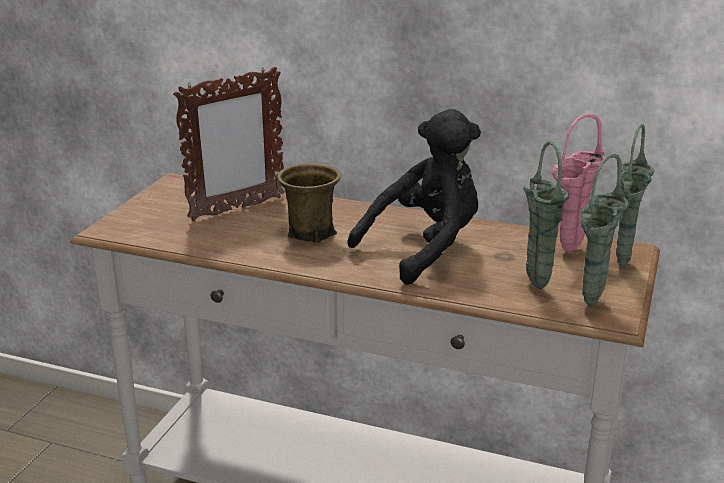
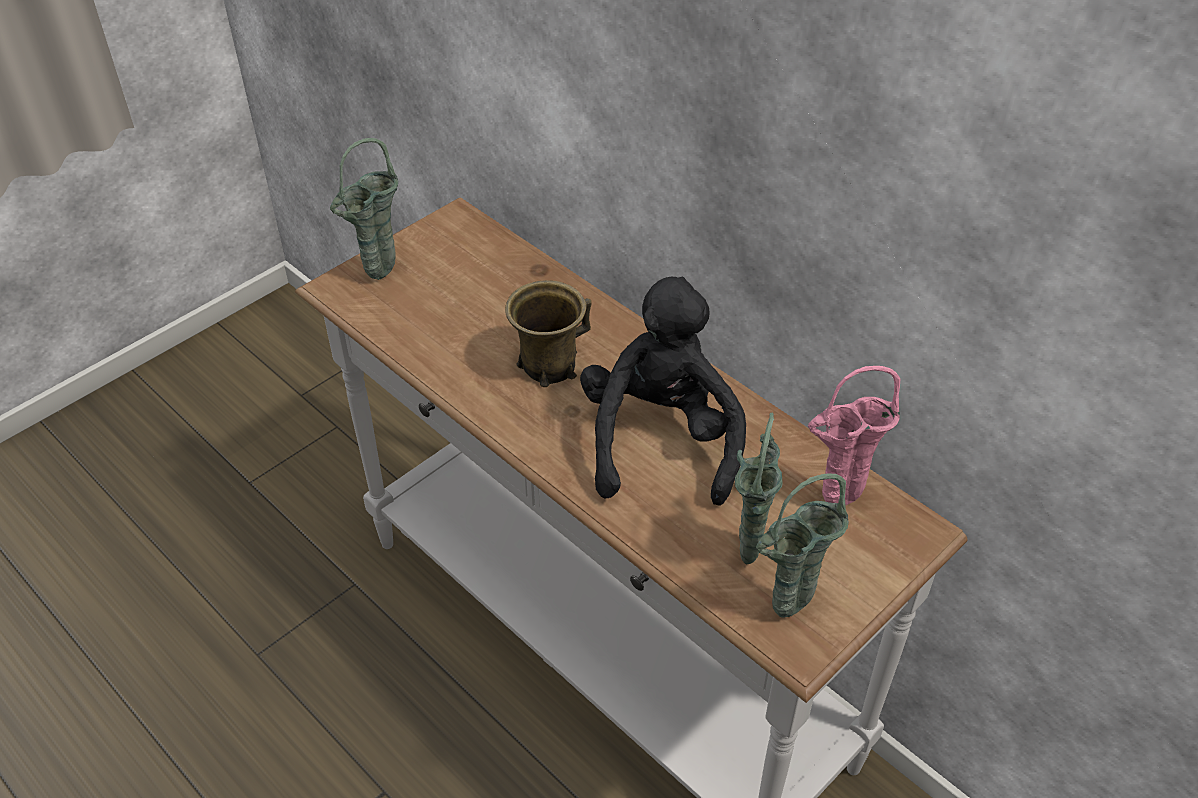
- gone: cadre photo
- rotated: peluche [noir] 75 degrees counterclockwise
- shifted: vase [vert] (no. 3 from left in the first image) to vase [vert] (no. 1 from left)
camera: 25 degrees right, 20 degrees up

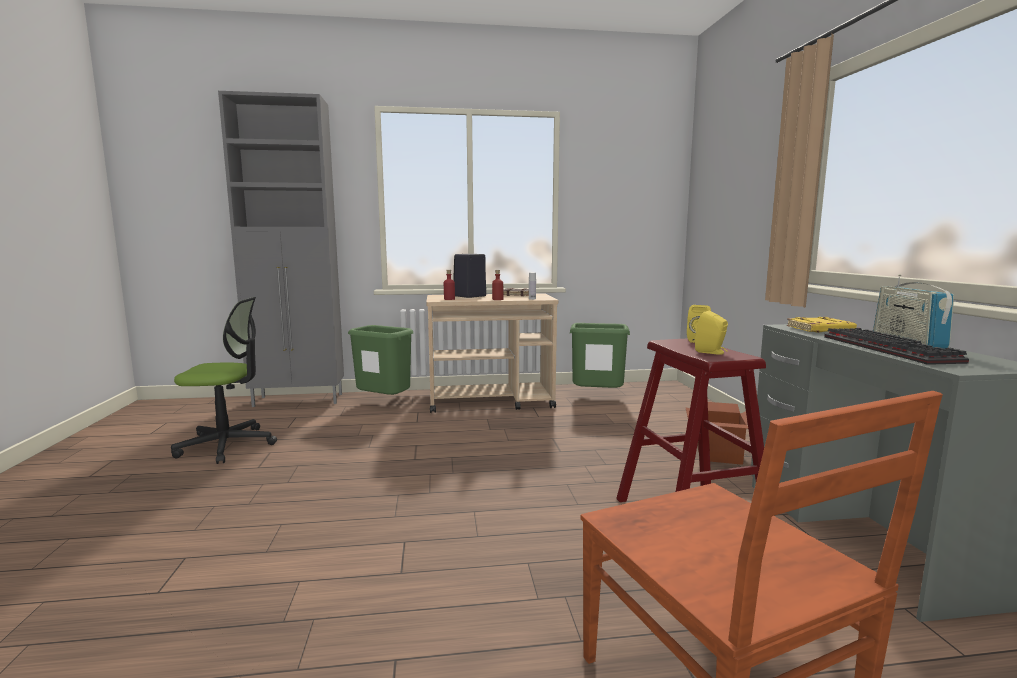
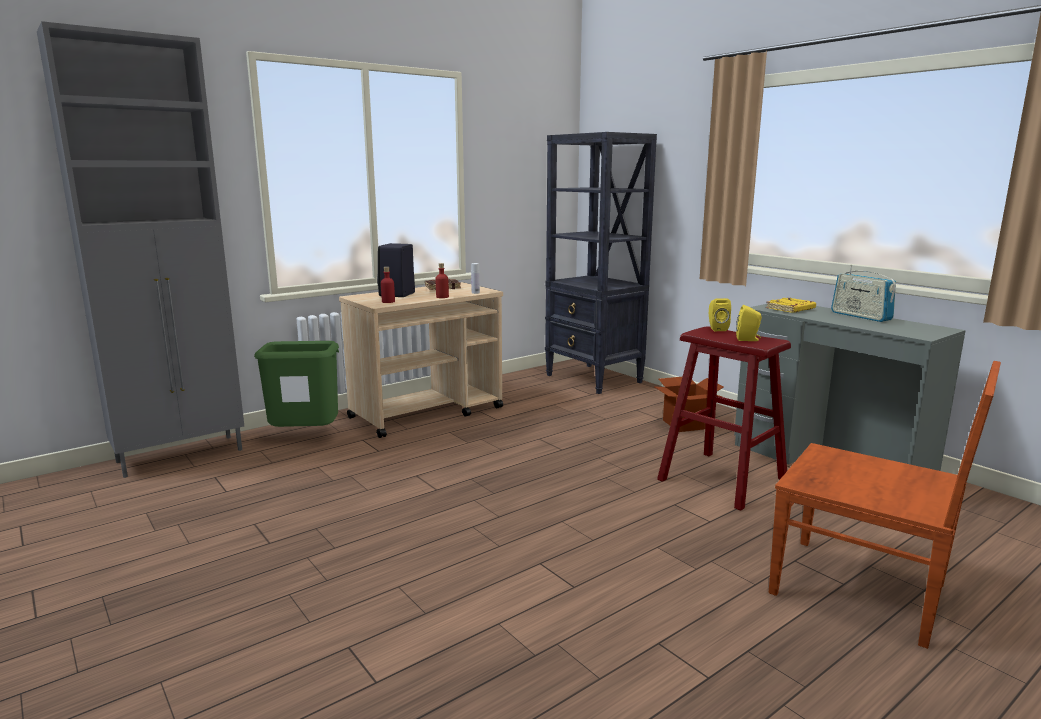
- gone: chaise de bureau
- gone: poubelle [vert] (no. 2 from left)
- gone: clavier
- new: bibliothèque [noir]
camera: 30 degrees left, 5 degrees up

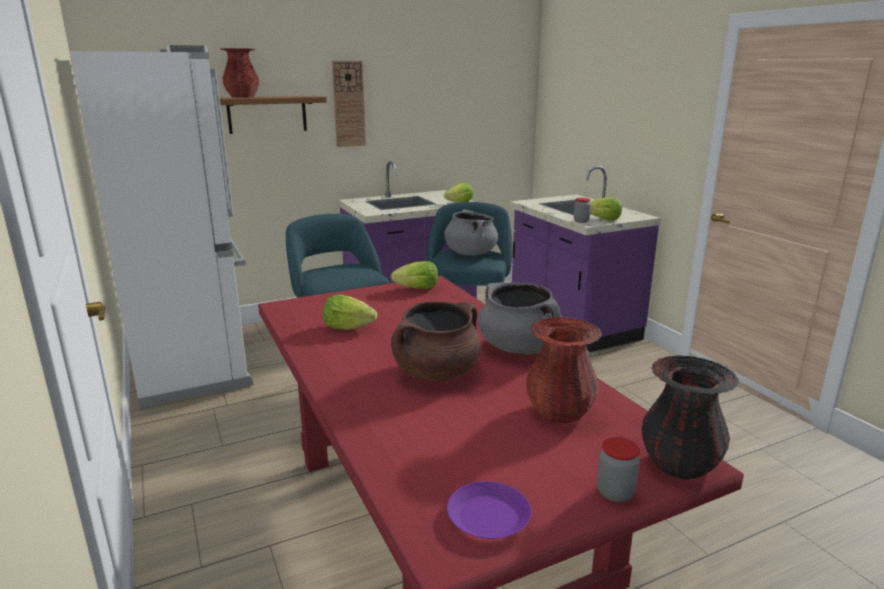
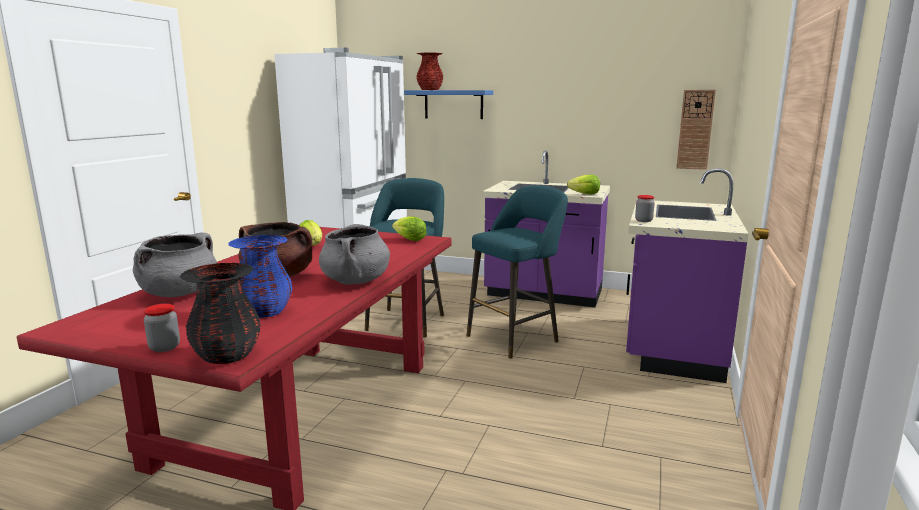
- shifted: horloge murale
- repainted: étagère [marron] to étagère [bleu]
- gone: laitue (no. 4 from left)
- shifted: marmite [gris] (no. 1 from left)
- repainted: vase [rouge] (no. 2 from left) to vase [bleu]
- gone: assiette [violet]
camera: 45 degrees right, 5 degrees down

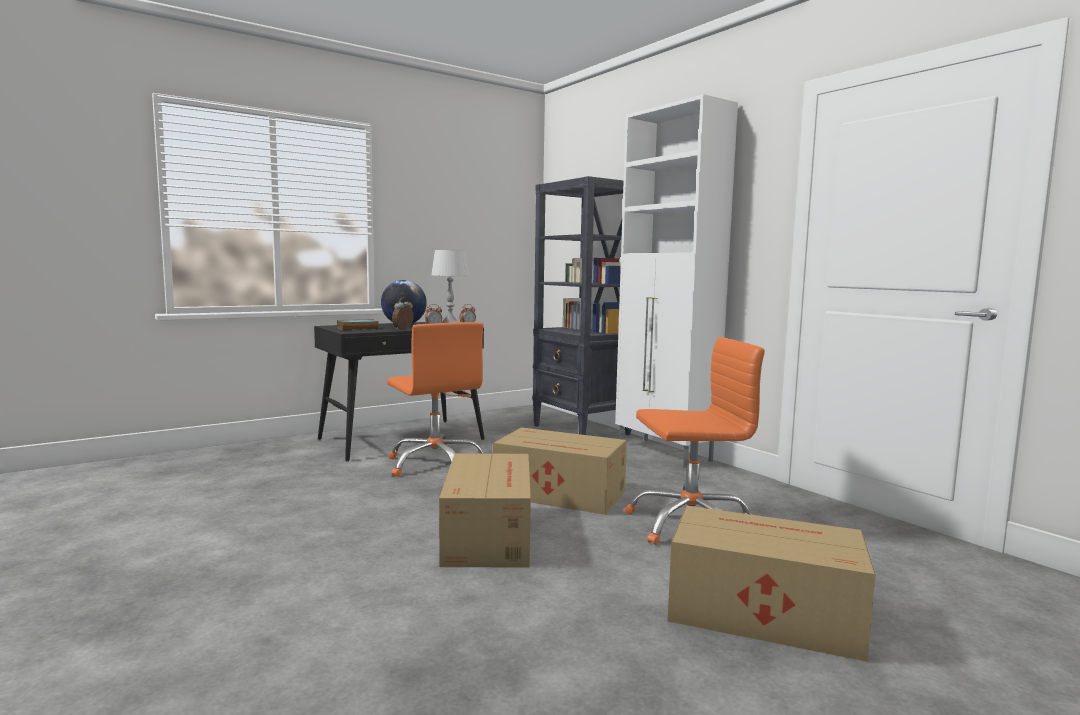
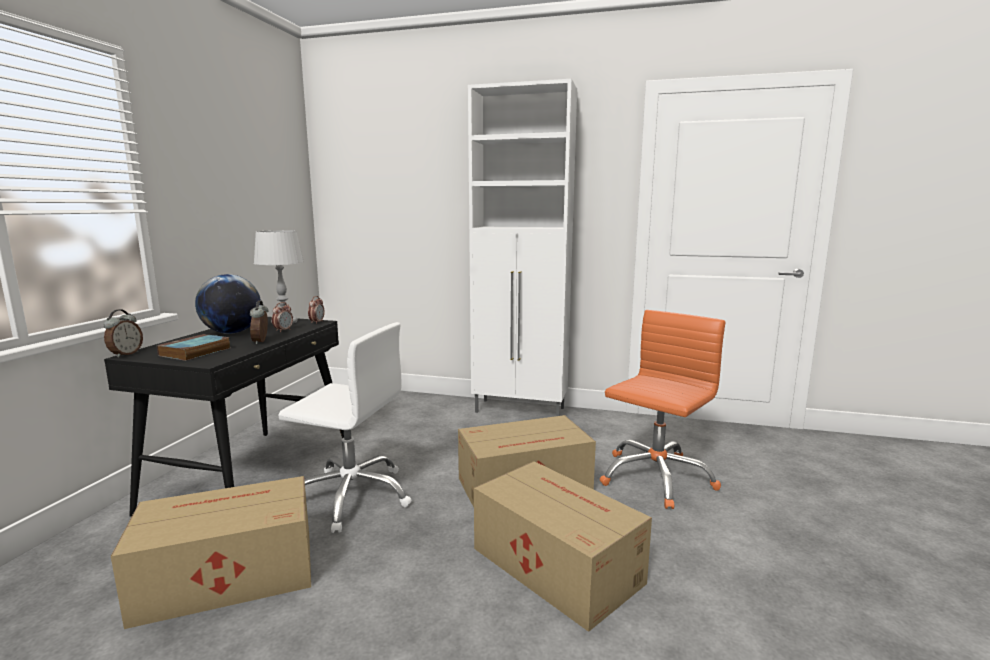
- gone: bibliothèque [noir]
- repainted: chaise de bureau [orange] (no. 1 from left) to chaise de bureau [blanc]
- shifted: carton (no. 3 from left in the first image) to carton (no. 1 from left)
- new: réveil (no. 1 from left)
camera: 40 degrees left, 5 degrees up

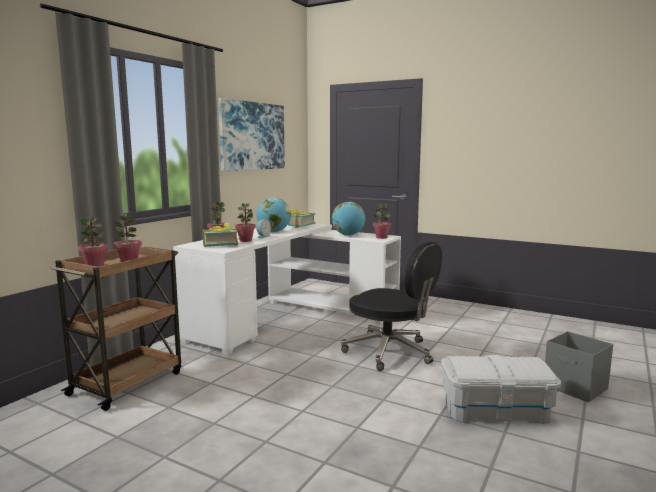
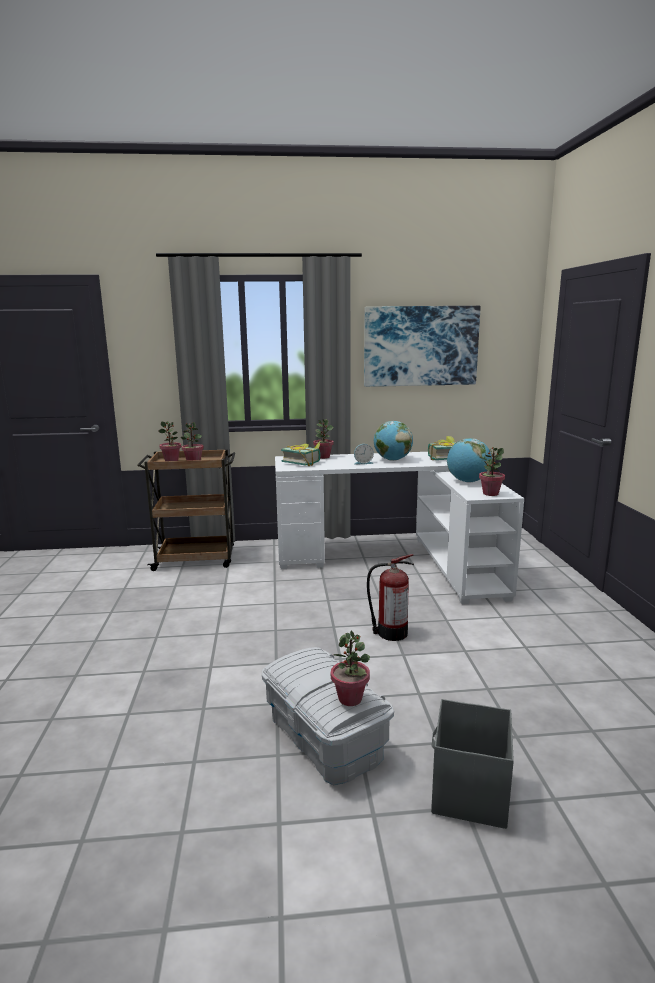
- shifted: plante en pot (no. 4 from left)
- swapped: chaise de bureau [noir] to extincteur
camera: 55 degrees right, 5 degrees up

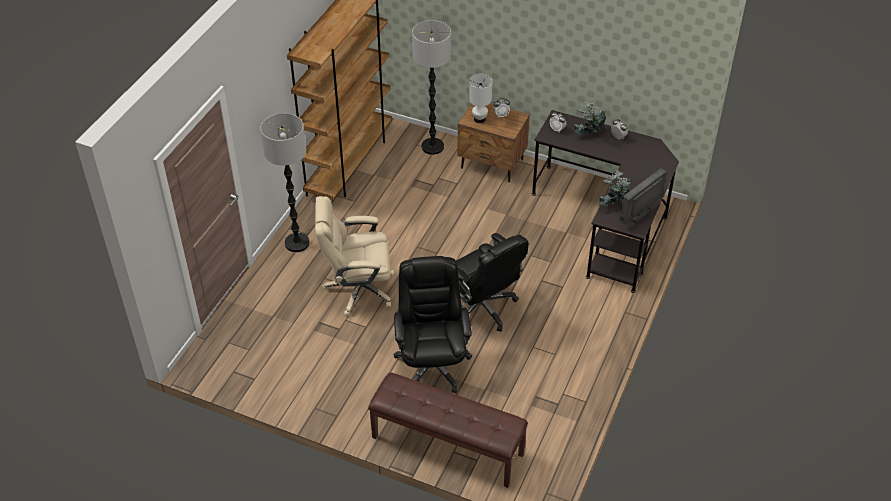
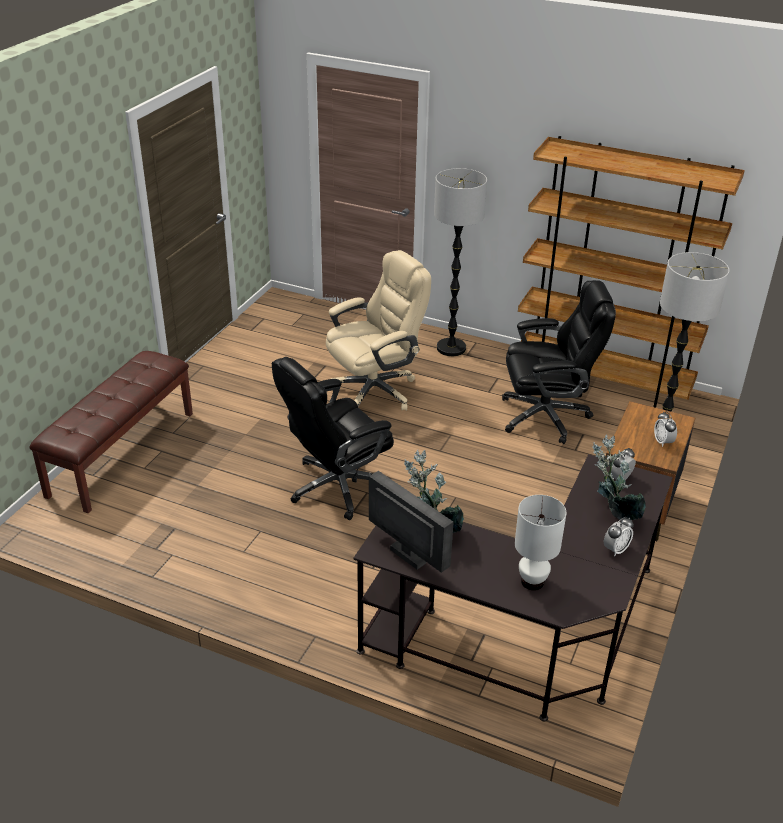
- shifted: lampe de table [blanc]
- rotated: chaise de bureau [beige] 60 degrees clockwise
- shifted: chaise de bureau [noir] (no. 1 from left in the first image) to chaise de bureau [noir] (no. 2 from left)
camera: 90 degrees right, 10 degrees down

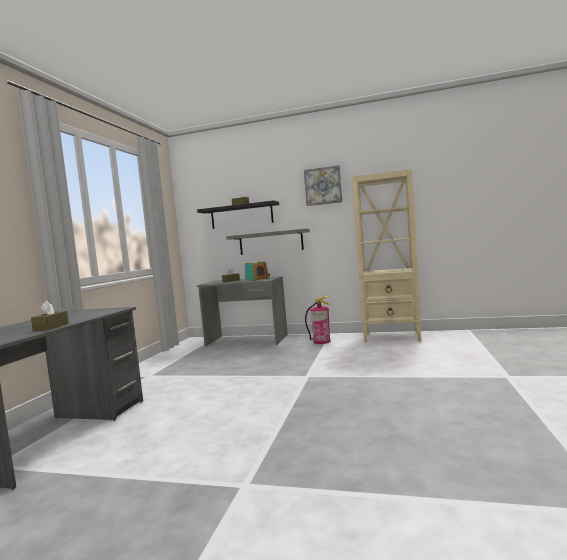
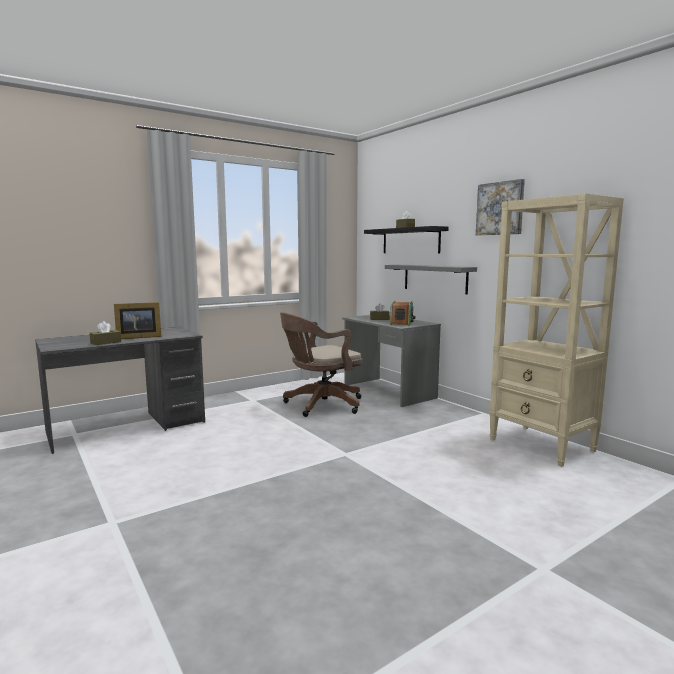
- gone: extincteur
- new: cadre photo
- new: chaise de bureau [marron]
camera: 40 degrees right, 5 degrees up

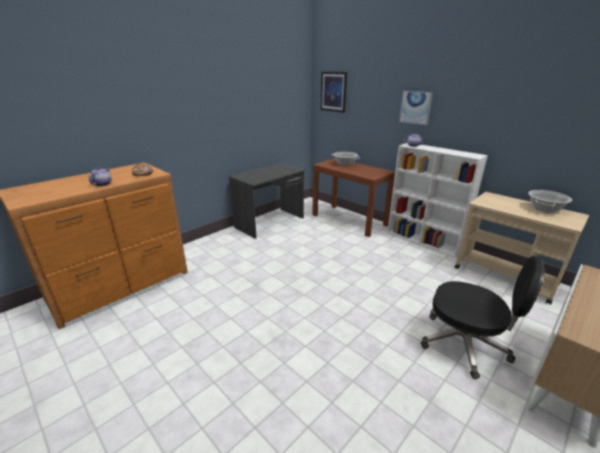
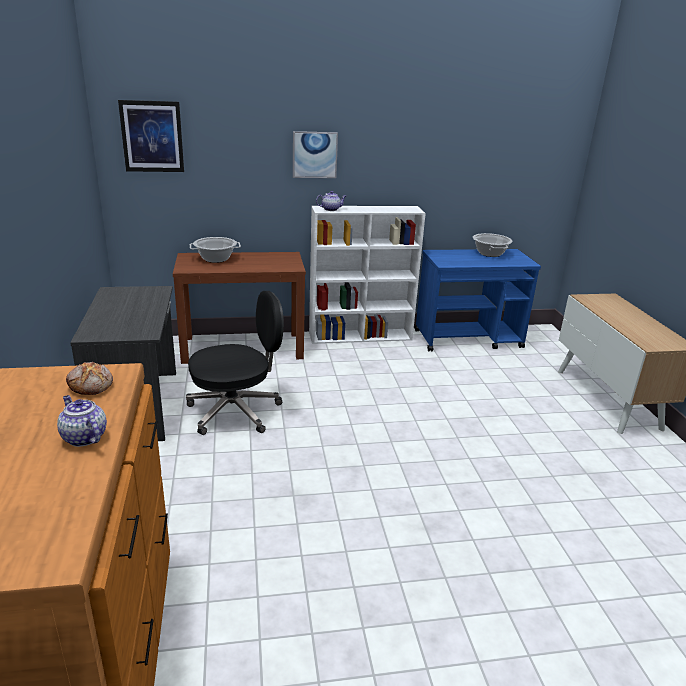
- repainted: chariot [beige] to chariot [bleu]
- shifted: chaise de bureau [noir]
camera: 55 degrees left, 0 degrees up

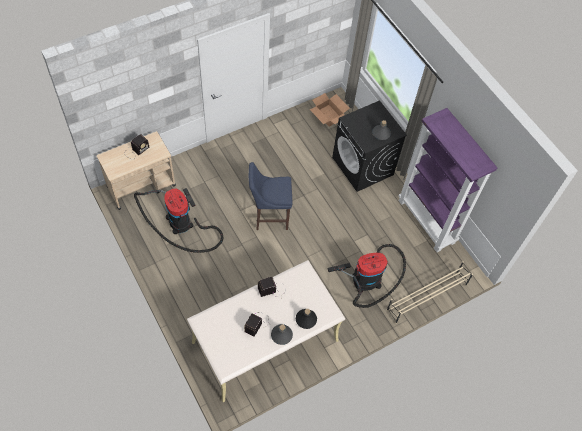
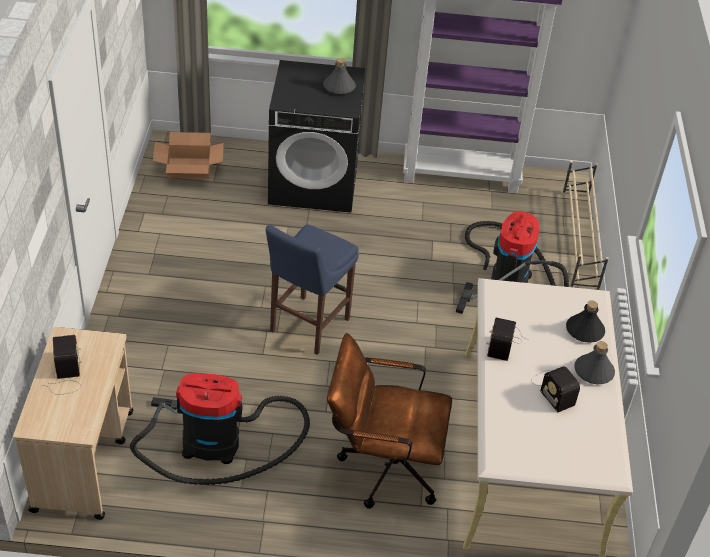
- new: chaise de bureau [marron]
camera: 55 degrees left, 15 degrees down

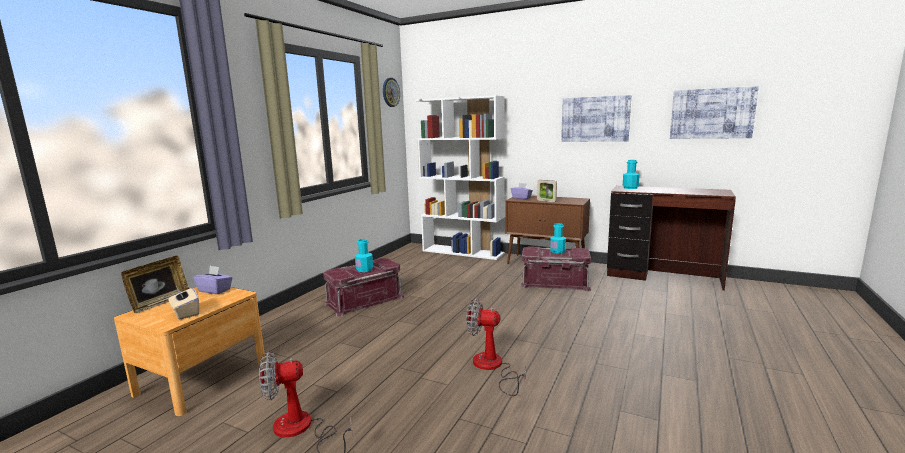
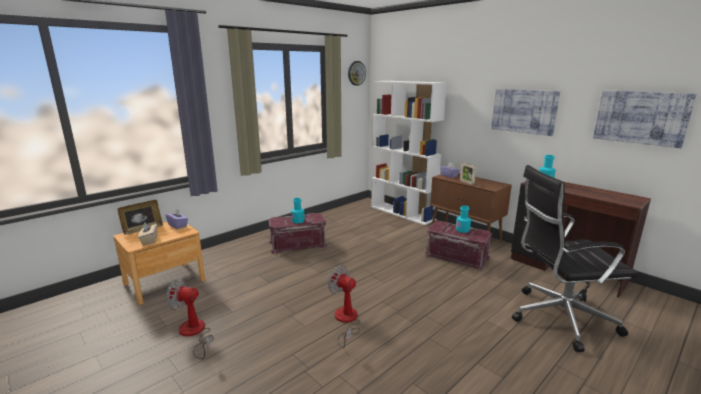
- new: chaise de bureau [noir]
camera: 20 degrees right, 5 degrees up

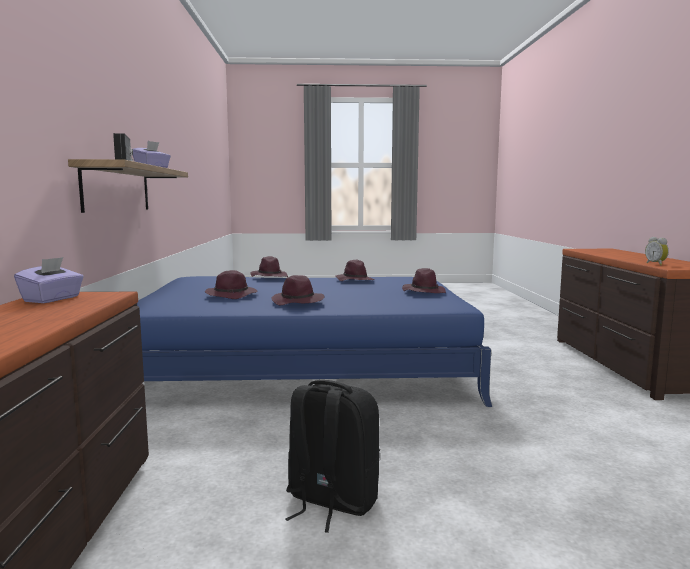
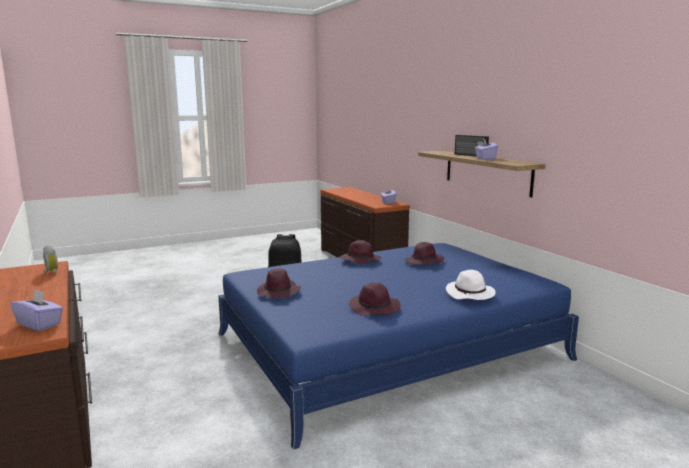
- repainted: chapeau [violet] (no. 2 from left) to chapeau [blanc]
- new: boîte à mouchoirs [violet] (no. 1 from left)
camera: 155 degrees right, 5 degrees up

